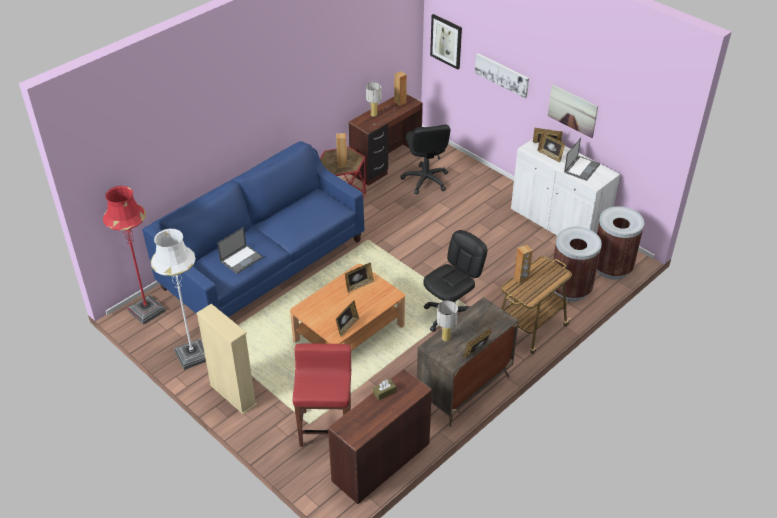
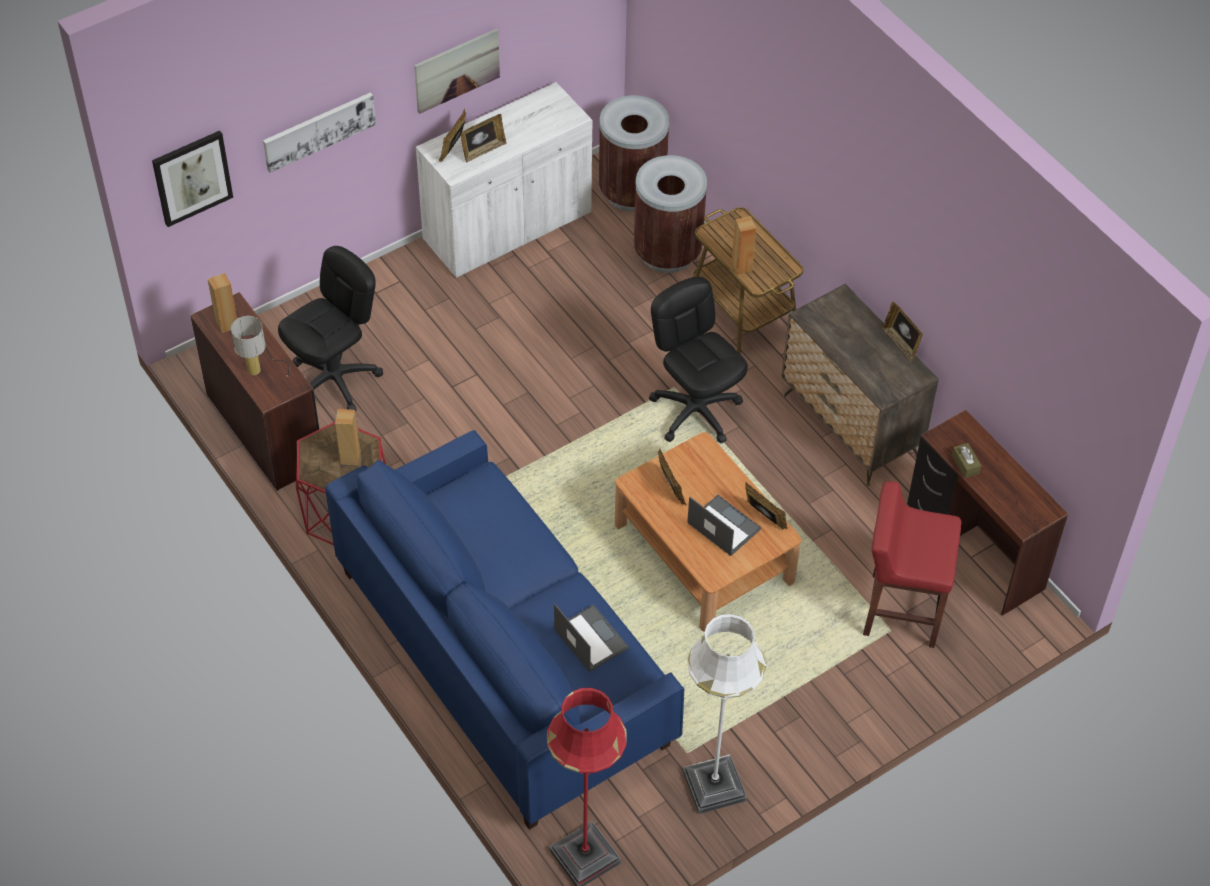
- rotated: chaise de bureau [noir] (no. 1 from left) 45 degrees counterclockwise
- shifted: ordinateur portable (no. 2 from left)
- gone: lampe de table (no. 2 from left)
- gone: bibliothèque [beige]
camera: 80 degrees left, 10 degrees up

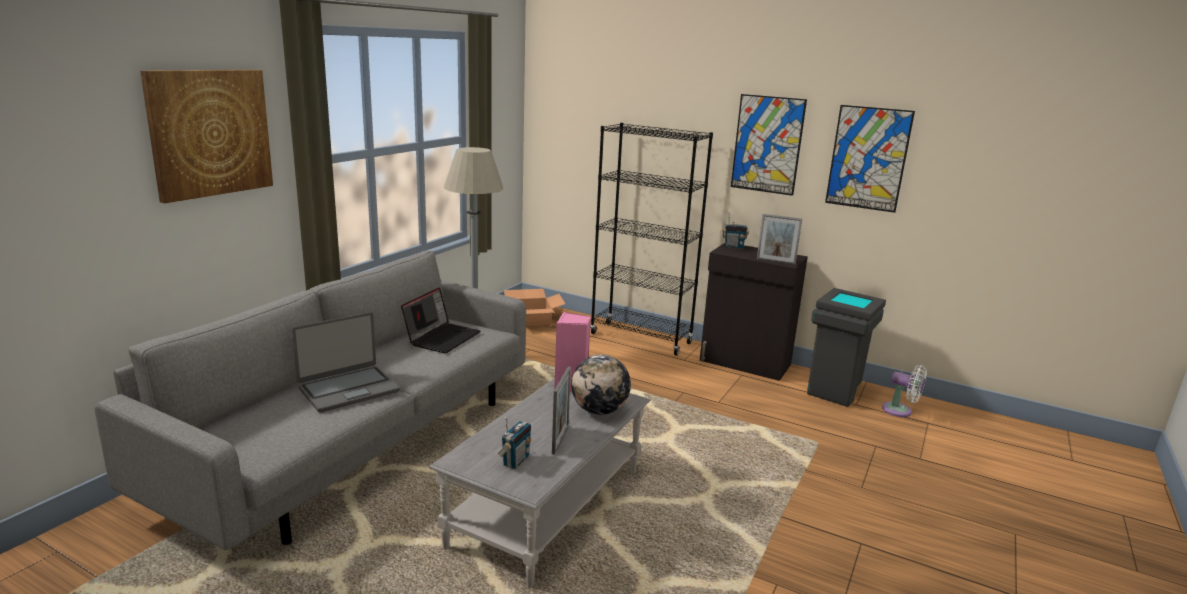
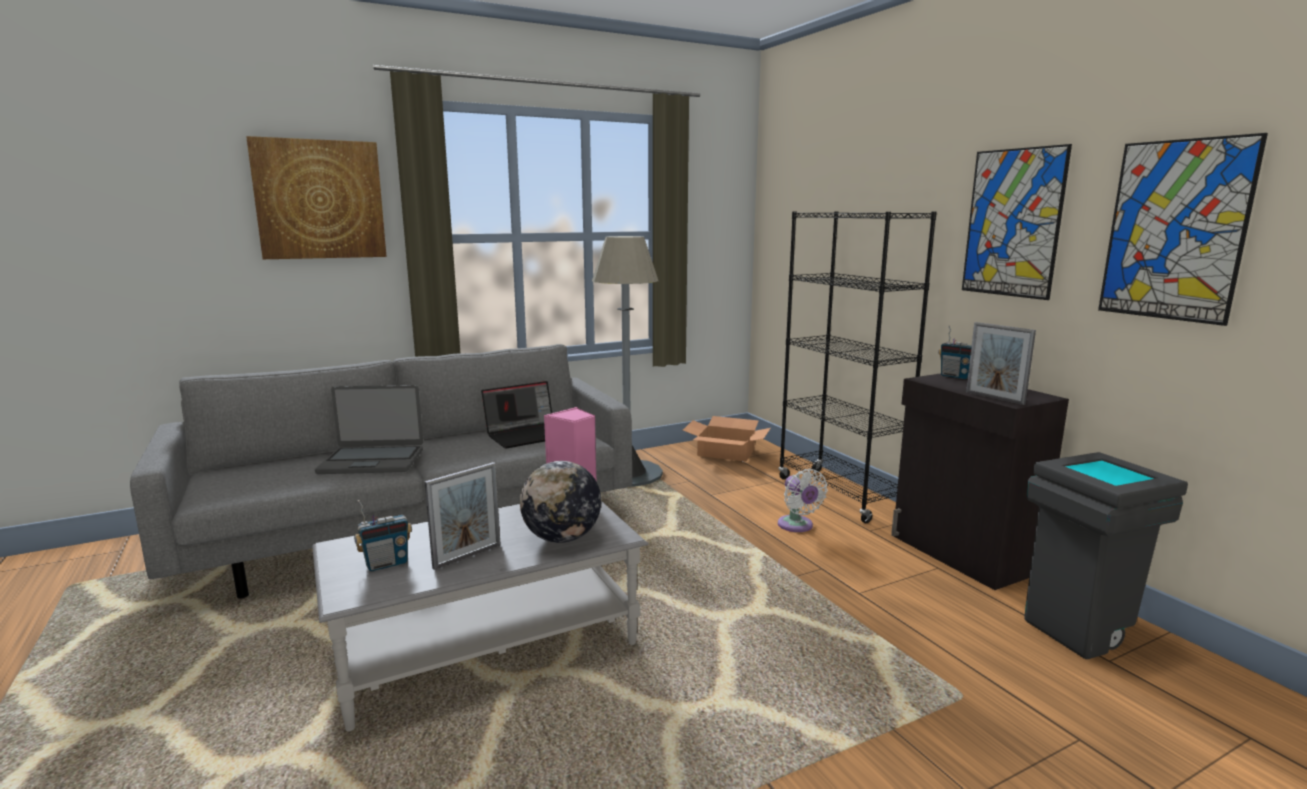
- shifted: ventilateur [blanc]
camera: 35 degrees right, 5 degrees down

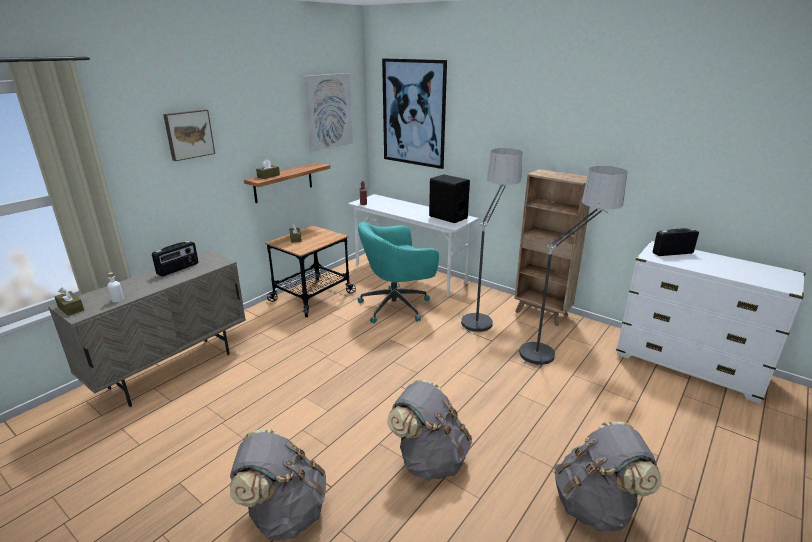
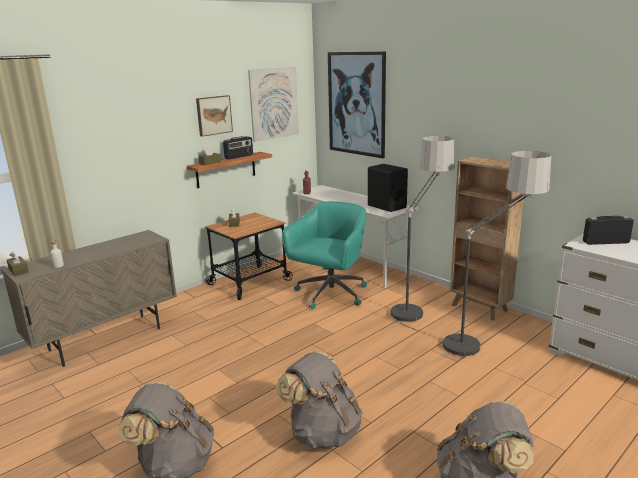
- shifted: tableau (no. 1 from left)
- rotated: chaise de bureau [turquoise] 135 degrees clockwise
- shifted: radio (no. 1 from left)
camera: 10 degrees right, 5 degrees down

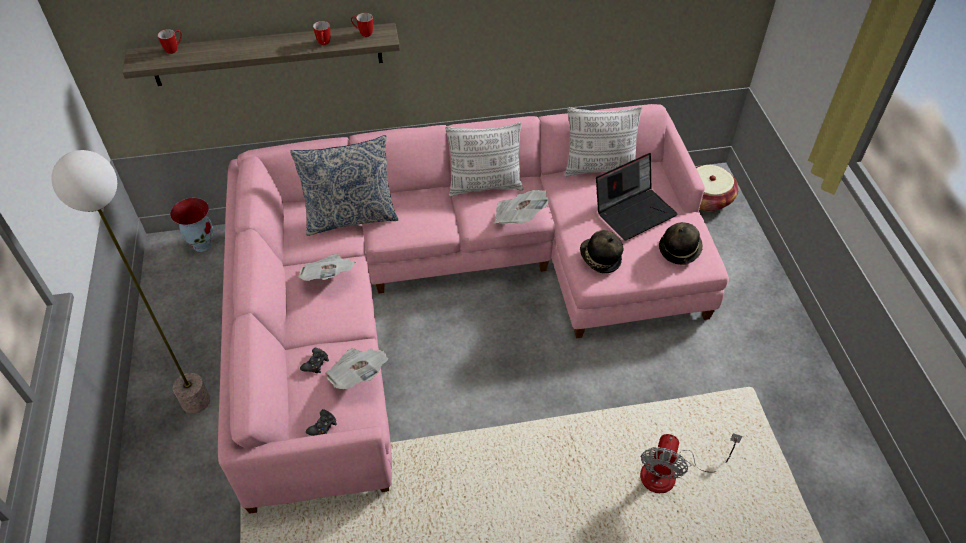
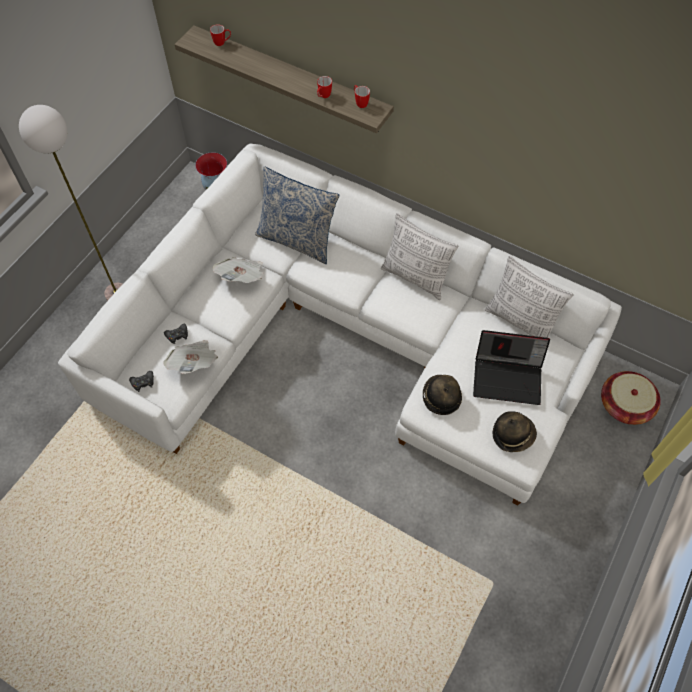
- repainted: canapé [rose] to canapé [blanc]
- gone: journal (no. 3 from left)
- gone: ventilateur
camera: 40 degrees right, 10 degrees up

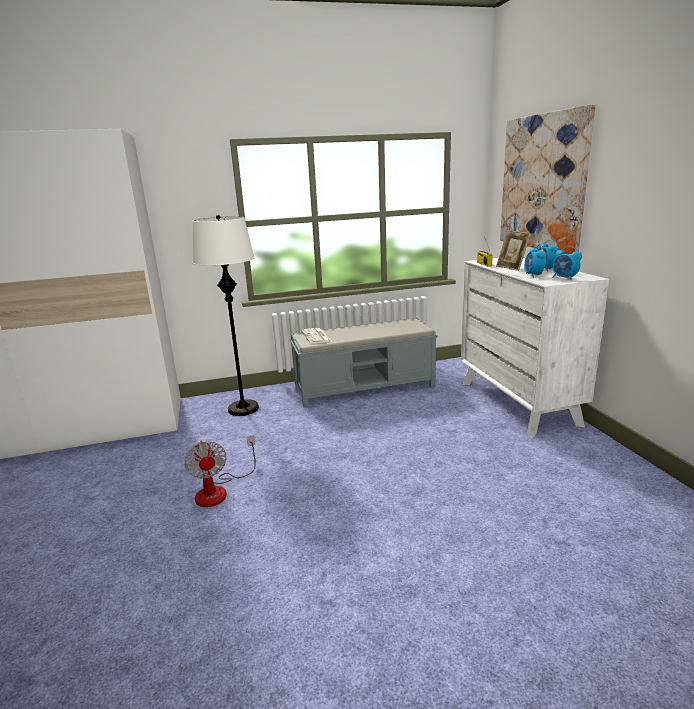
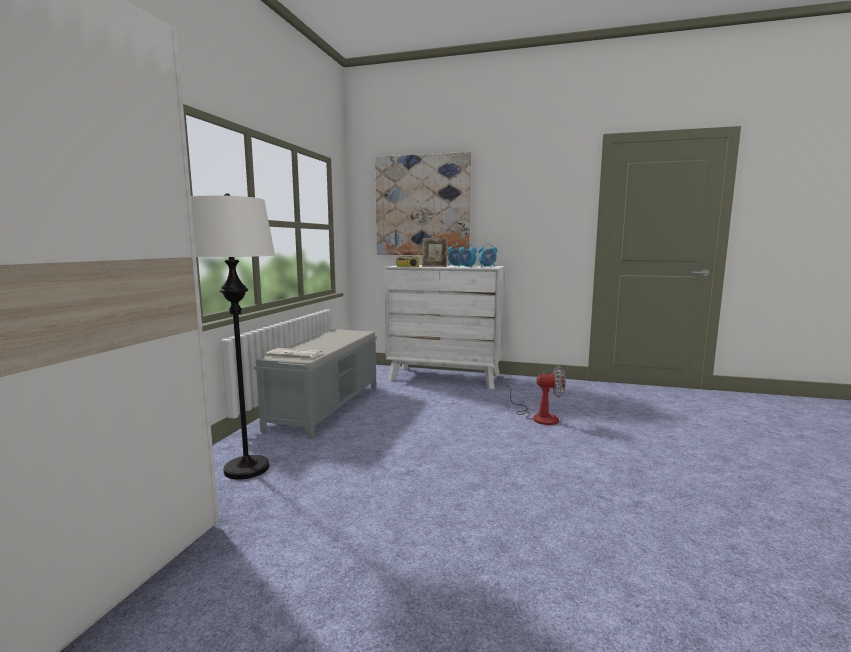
- shifted: ventilateur
camera: 60 degrees left, 10 degrees down

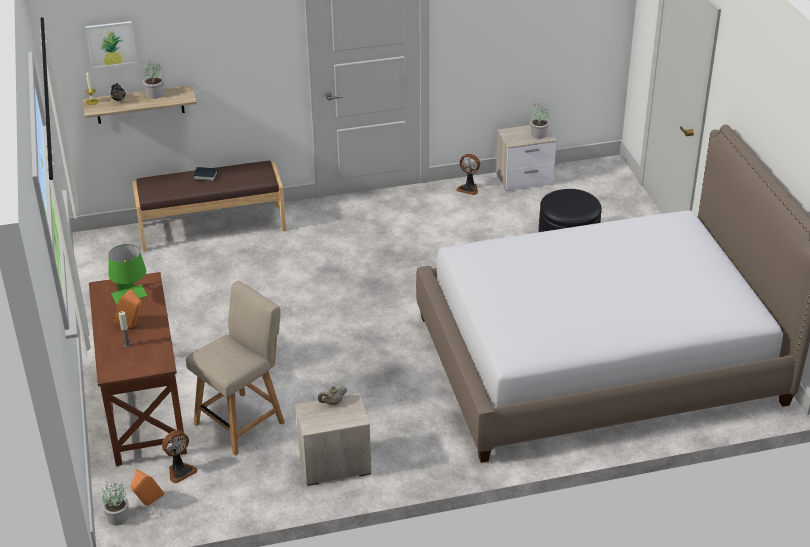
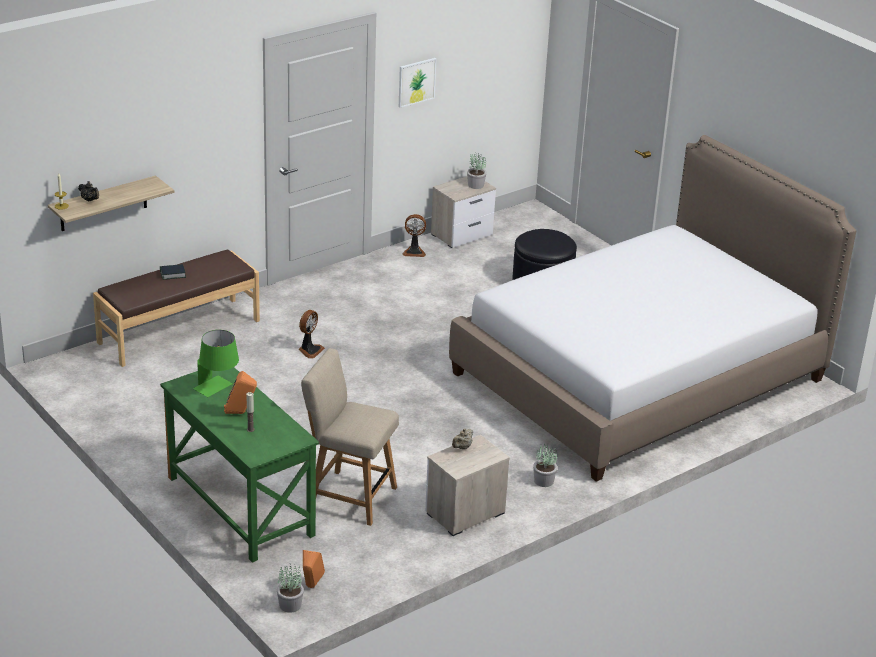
- shifted: tableau
- shifted: plante en pot (no. 2 from left in the first image) to plante en pot (no. 3 from left)
- repainted: bureau [marron] to bureau [vert]
- rotated: chaise [beige] 90 degrees counterclockwise
- shifted: ventilateur (no. 1 from left)
camera: 25 degrees left, 5 degrees down

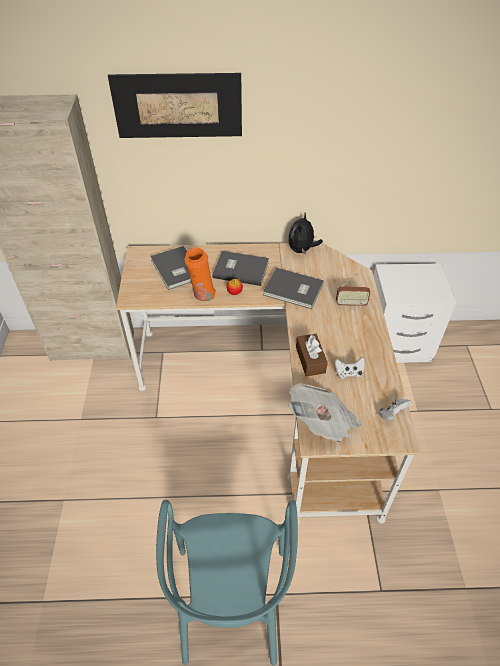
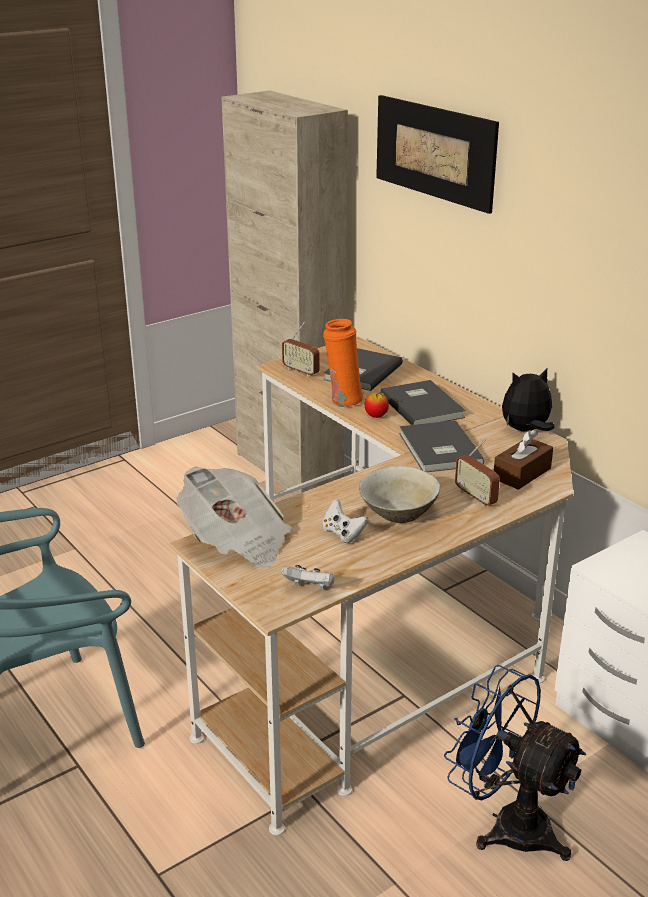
- shifted: boîte à mouchoirs [marron]
- new: radio (no. 1 from left)
- new: bol [beige]
- new: ventilateur [bleu]
camera: 55 degrees right, 20 degrees down

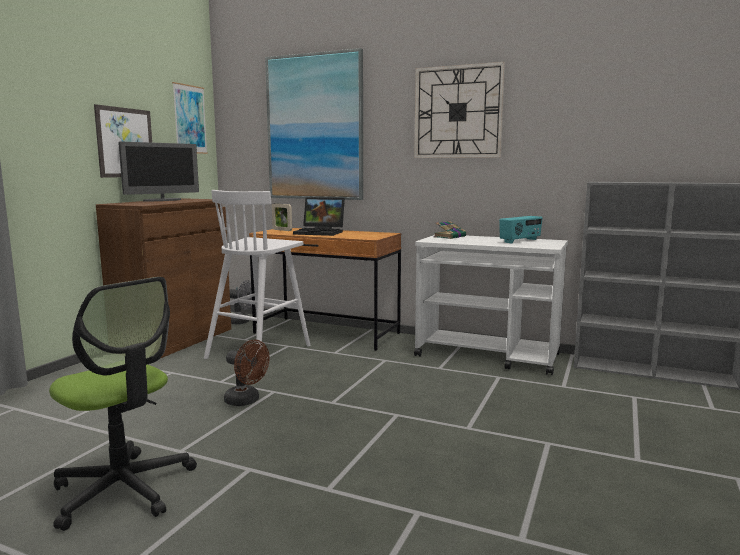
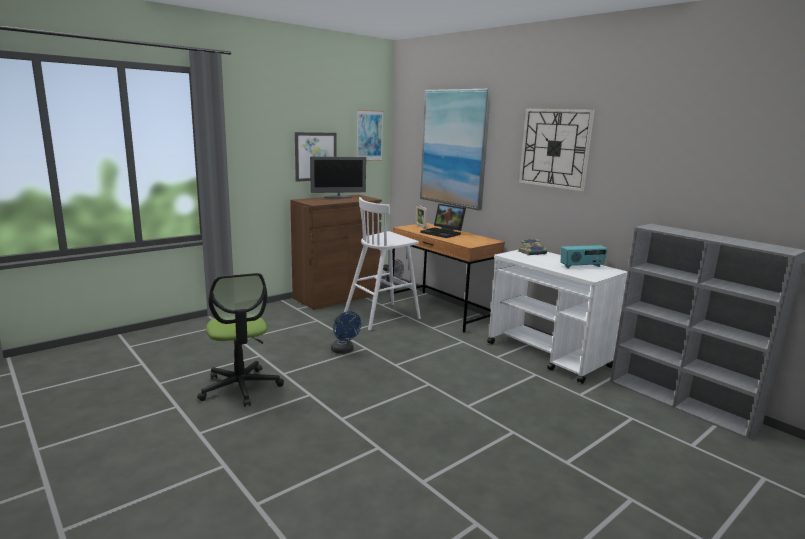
- repainted: ventilateur [marron] to ventilateur [bleu]
camera: 25 degrees right, 5 degrees up

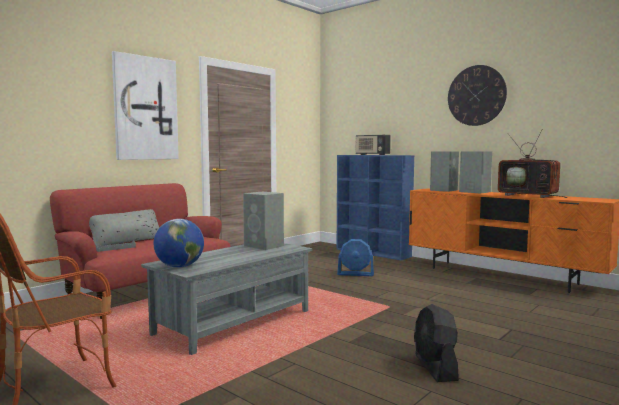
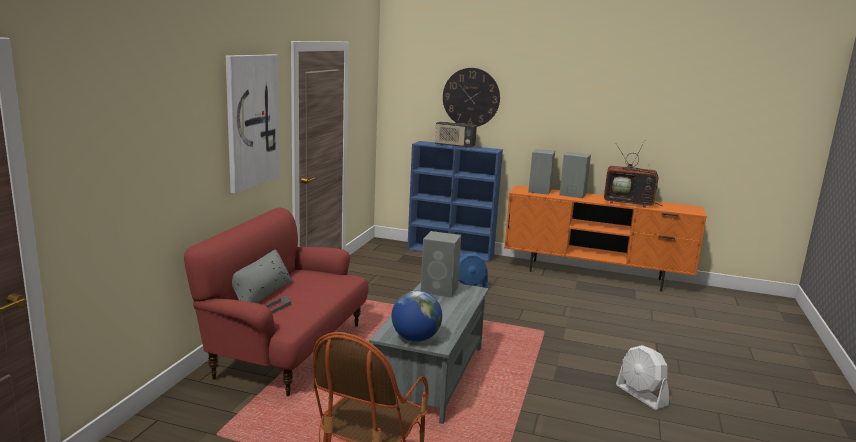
- shifted: horloge murale
- repainted: ventilateur [noir] to ventilateur [blanc]
camera: 25 degrees left, 10 degrees up

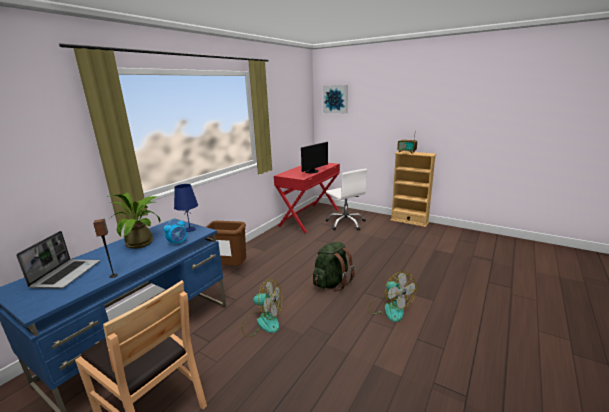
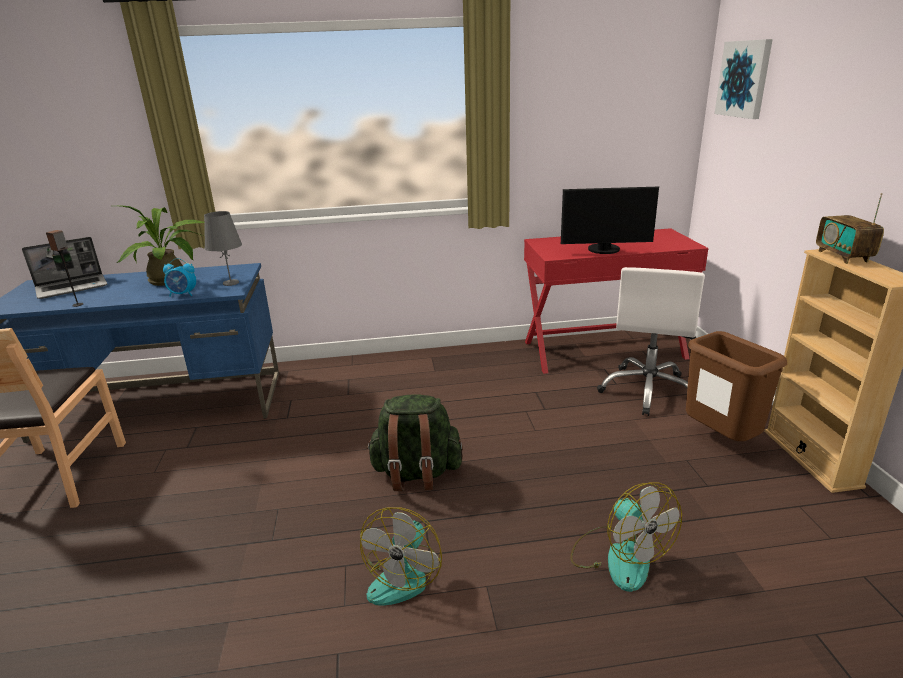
- repainted: lampe de table [bleu] to lampe de table [gris]
- shifted: poubelle [marron]
- shifted: ventilateur (no. 1 from left in the first image) to ventilateur (no. 2 from left)
camera: 50 degrees right, 5 degrees up

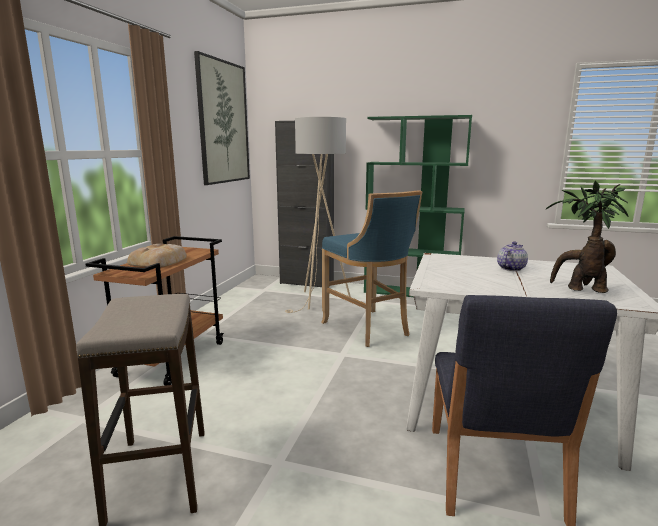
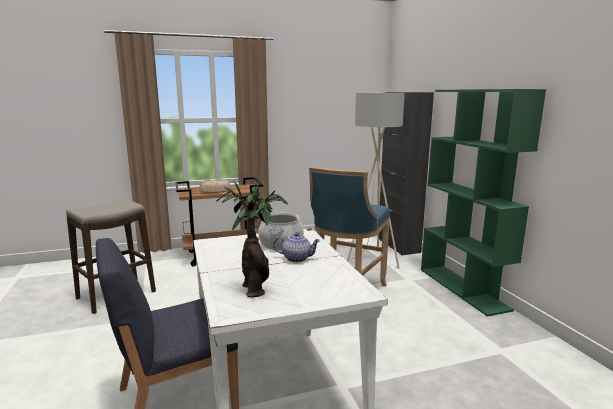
- gone: tableau
- new: marmite
camera: 55 degrees right, 0 degrees up

